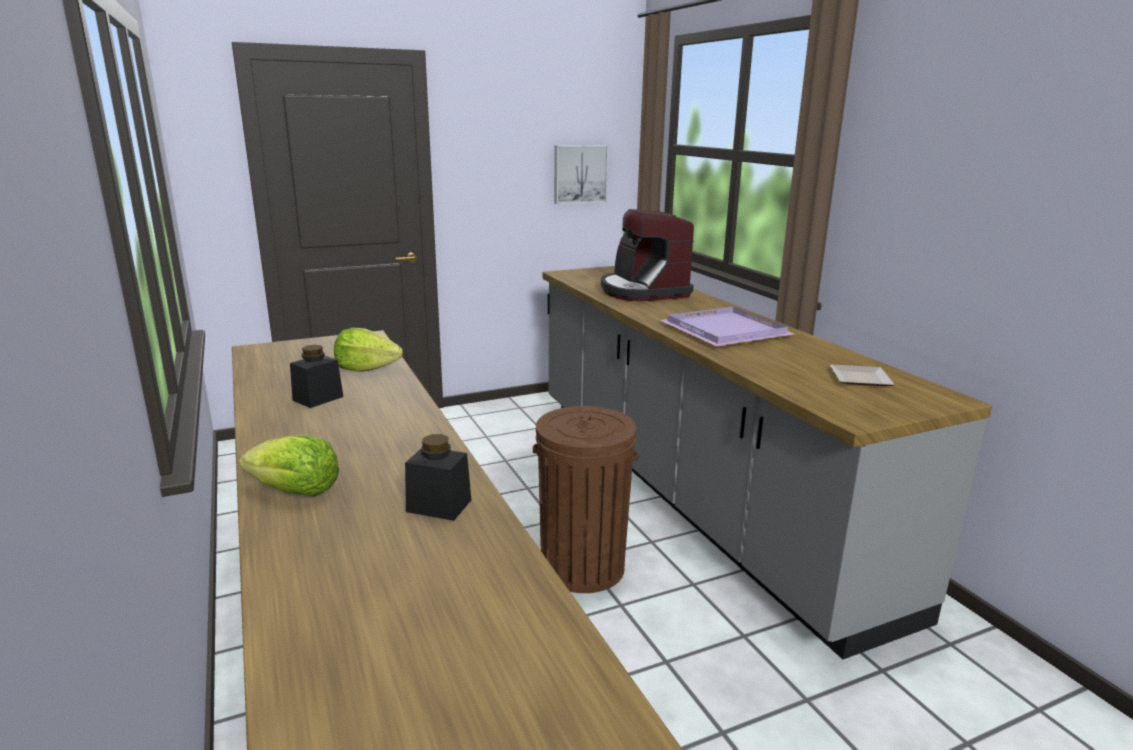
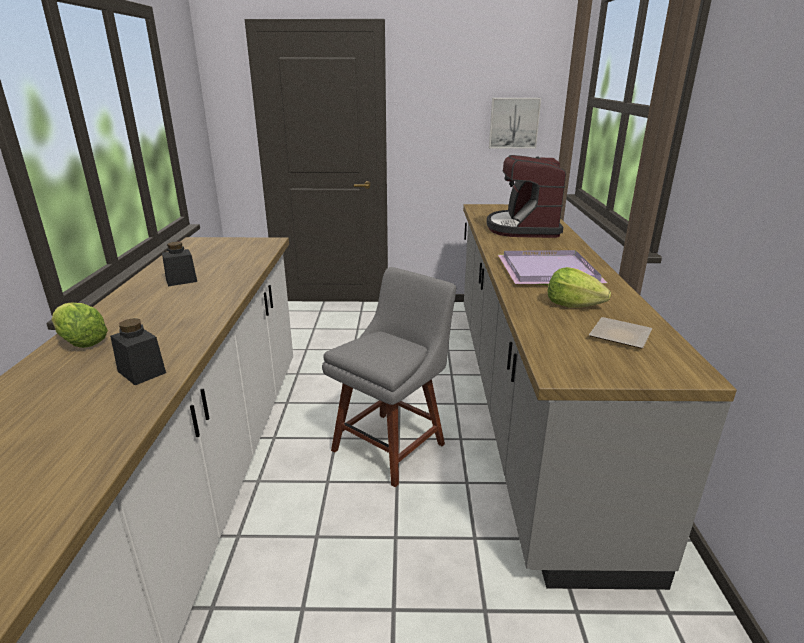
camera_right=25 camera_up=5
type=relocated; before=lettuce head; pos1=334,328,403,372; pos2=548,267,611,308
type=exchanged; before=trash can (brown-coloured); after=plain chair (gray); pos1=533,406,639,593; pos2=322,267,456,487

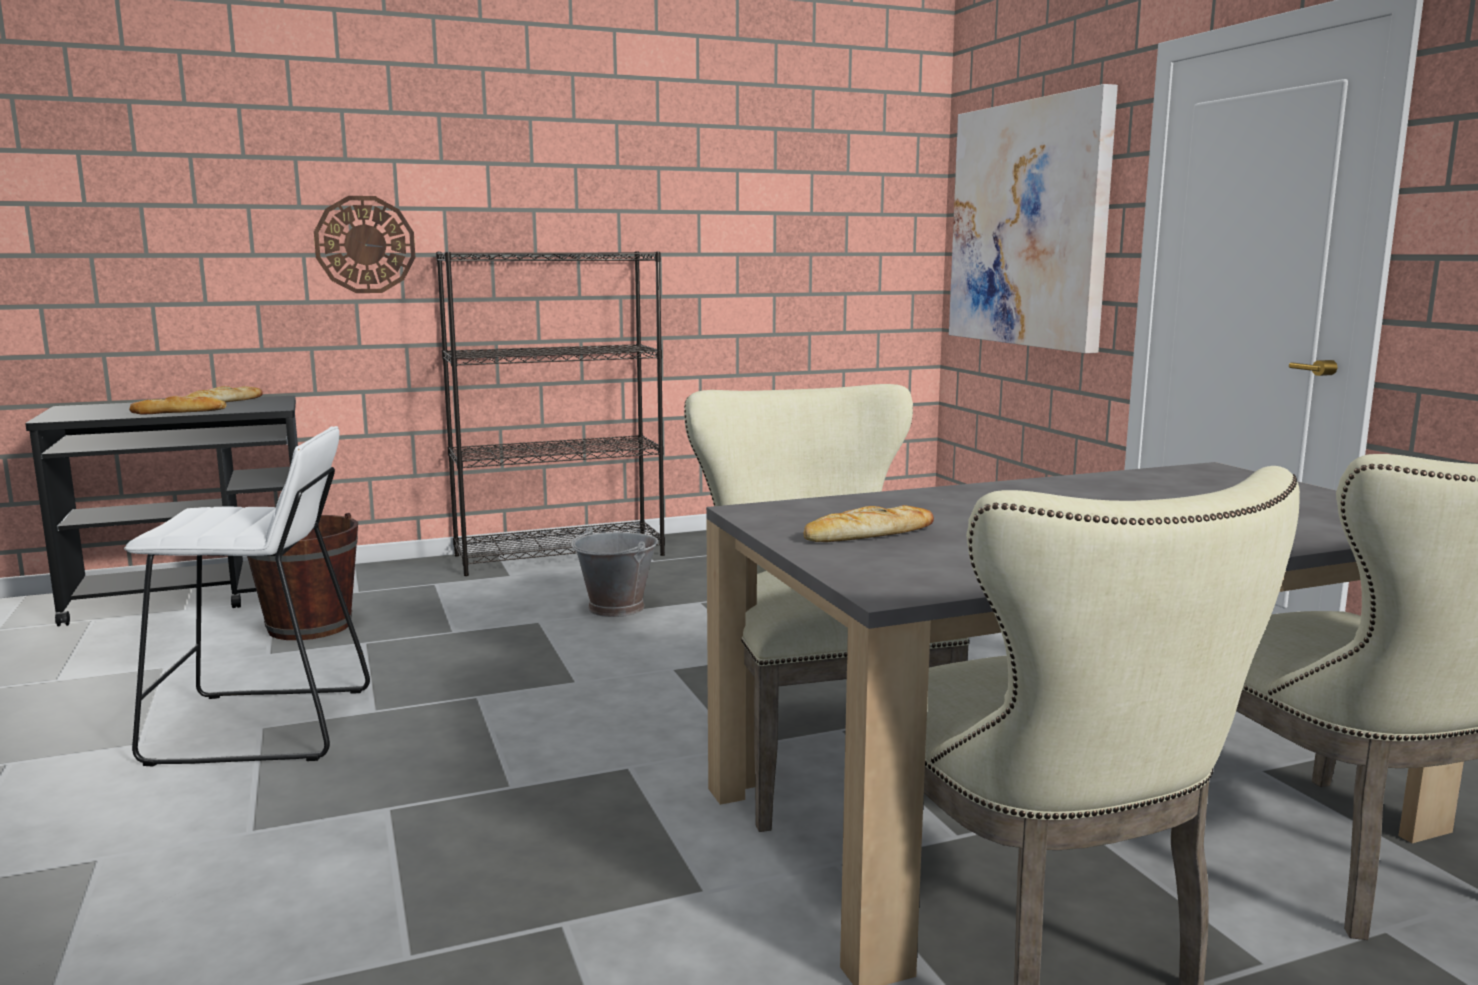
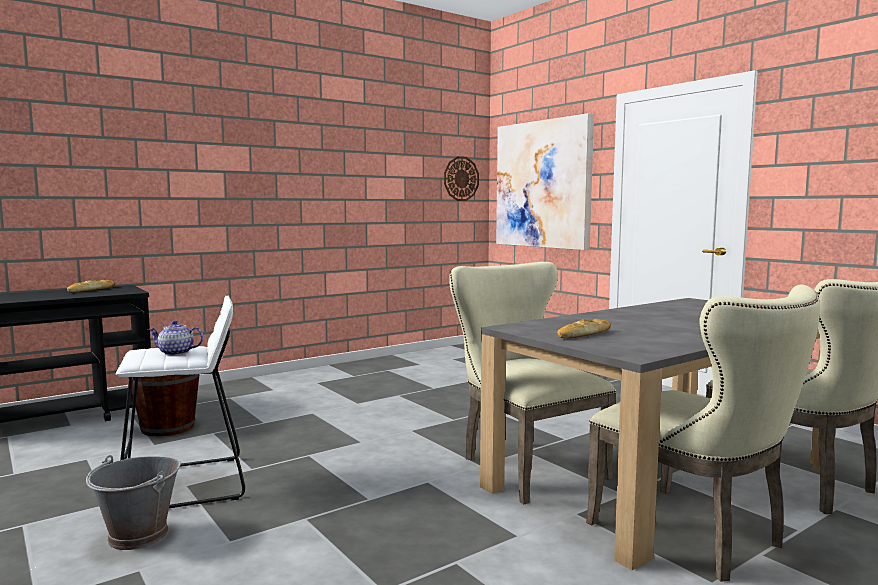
camera_right=-15 camera_up=-5
type=relocated; before=clock on the wall; pos1=314,196,416,293; pos2=444,156,479,201
type=missing; before=shelving unit (black-coloured); pos1=436,251,665,576
type=missing; before=bakery bread; pos1=129,396,226,414
type=relocated; before=pail (gray); pos1=571,527,658,617; pos2=86,455,181,550
type=appeared; after=pot for tea; pos2=148,321,203,356

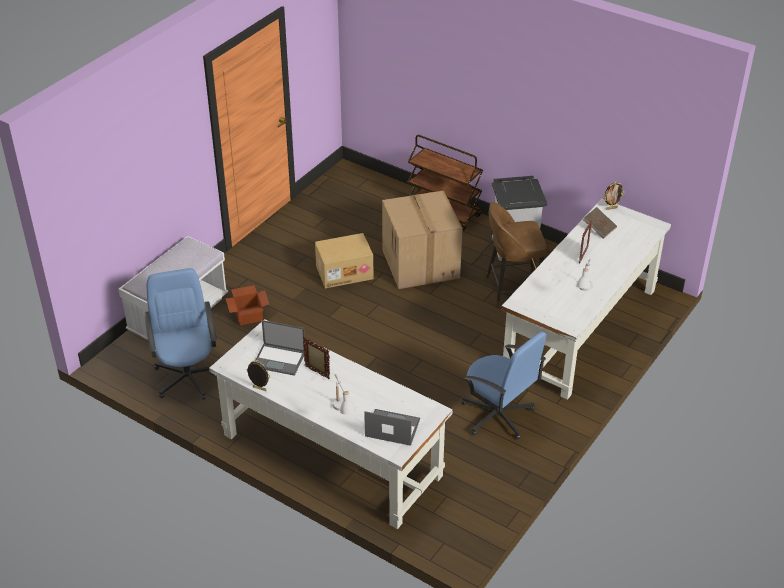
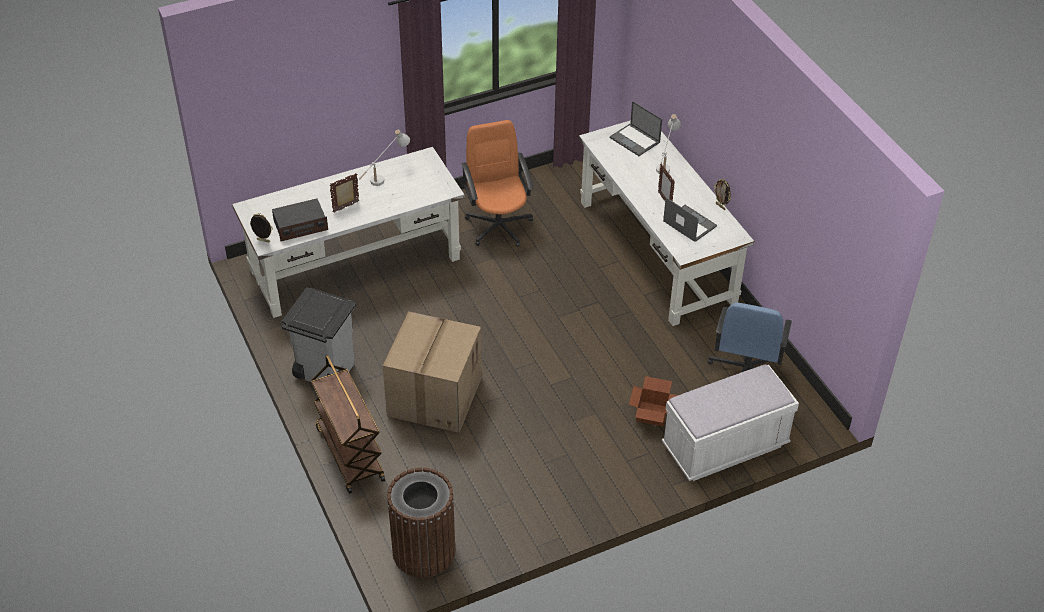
camera_right=-150 camera_up=5
type=missing; before=stool (brown-coloured); pos1=486,202,547,308
type=exchanged; before=bound book (brown-coloured); after=radio; pos1=583,207,617,239; pos2=272,198,328,241
type=missing; before=cardboard box; pos1=315,233,374,288
type=colour; before=desk chair (blue-coloured); after=desk chair (orange); pos1=462,332,546,439; pos2=461,120,534,247
type=appeared; after=trash can (brown-coloured); pos2=387,467,455,578

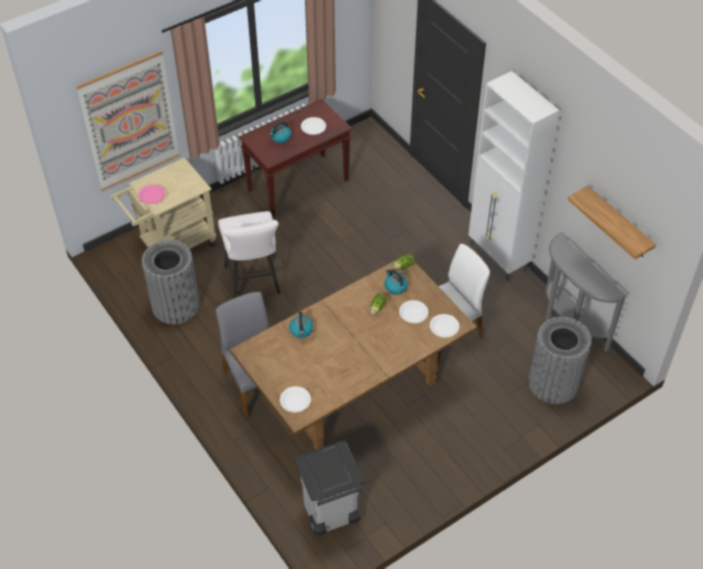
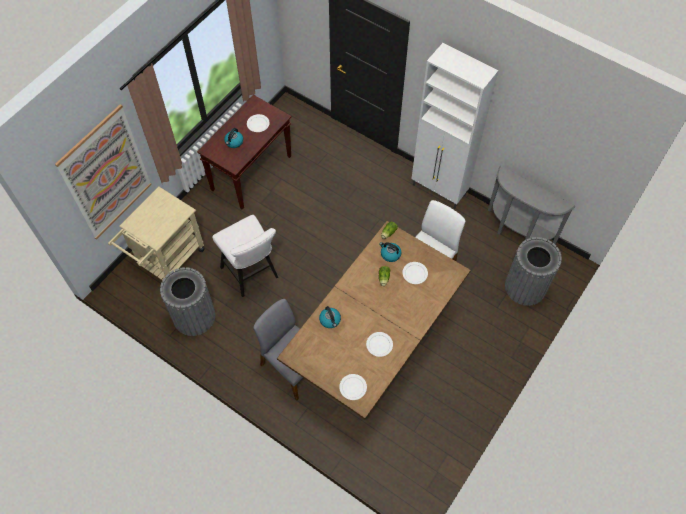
camera_right=-20 camera_up=10
type=missing; before=dinner plate (pink); pos1=138,184,165,204
type=missing; before=shelf; pos1=567,186,656,259
type=relocated; before=dinner plate (white-coloured); pos1=430,314,459,338; pos2=366,332,393,357
type=missing; before=trash can (gray); pos1=294,441,364,536

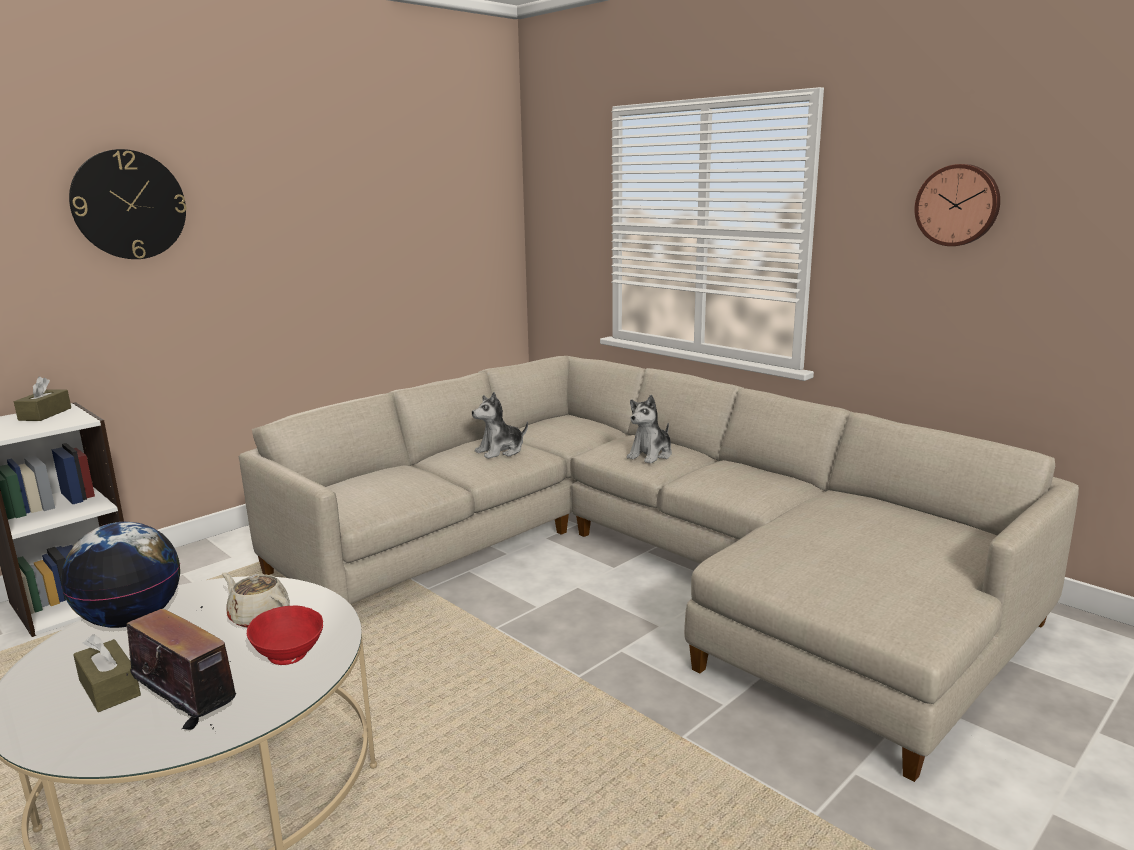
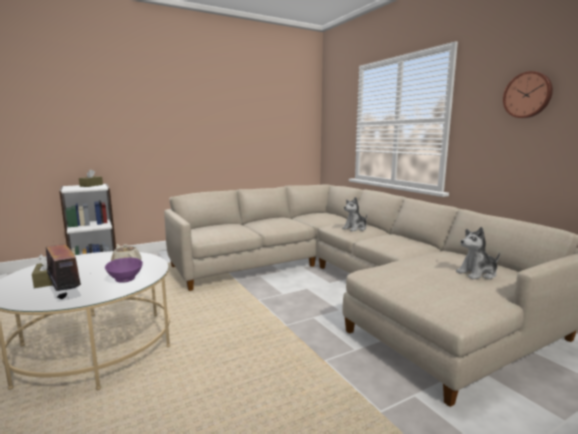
camera_right=15 camera_up=-5
type=missing; before=clock on the wall; pos1=69,149,186,259
type=relocated; before=plush toy; pos1=472,392,528,459; pos2=456,227,500,279
type=missing; before=globe; pos1=61,522,180,628
type=colour; before=deep dish (red); after=deep dish (purple); pos1=247,606,323,665; pos2=105,258,143,283

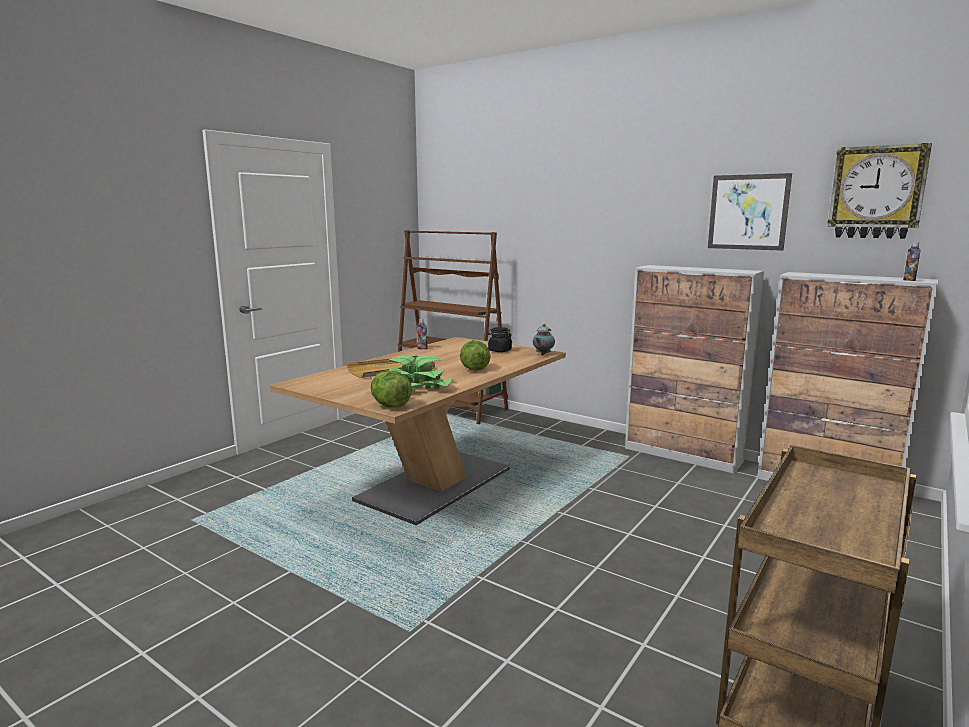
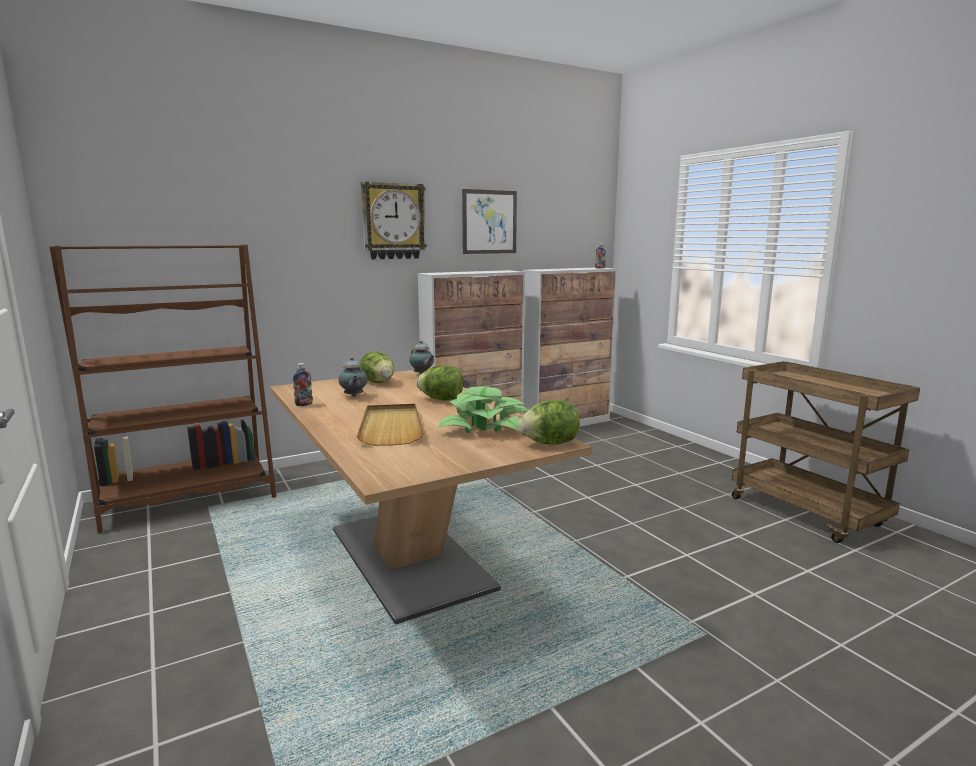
camera_right=-65 camera_up=0
type=relocated; before=clock on the wall; pos1=828,143,932,239; pos2=361,181,427,259
type=exchanged; before=storage jar (black-coloured); after=lettuce head; pos1=488,327,512,352; pos2=360,351,394,383
type=appeared; after=pot for tea; pos2=339,357,367,397

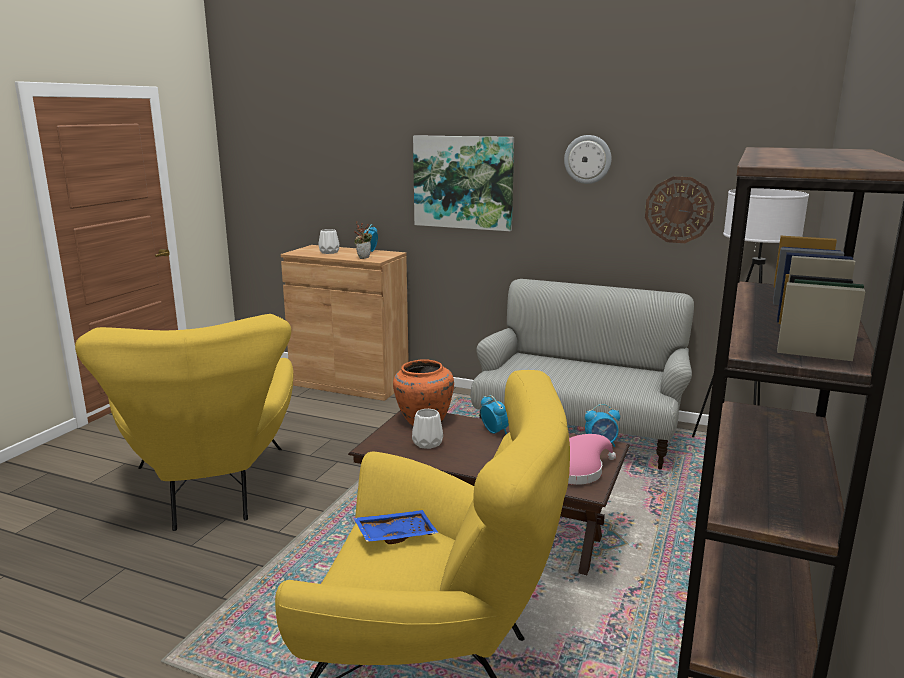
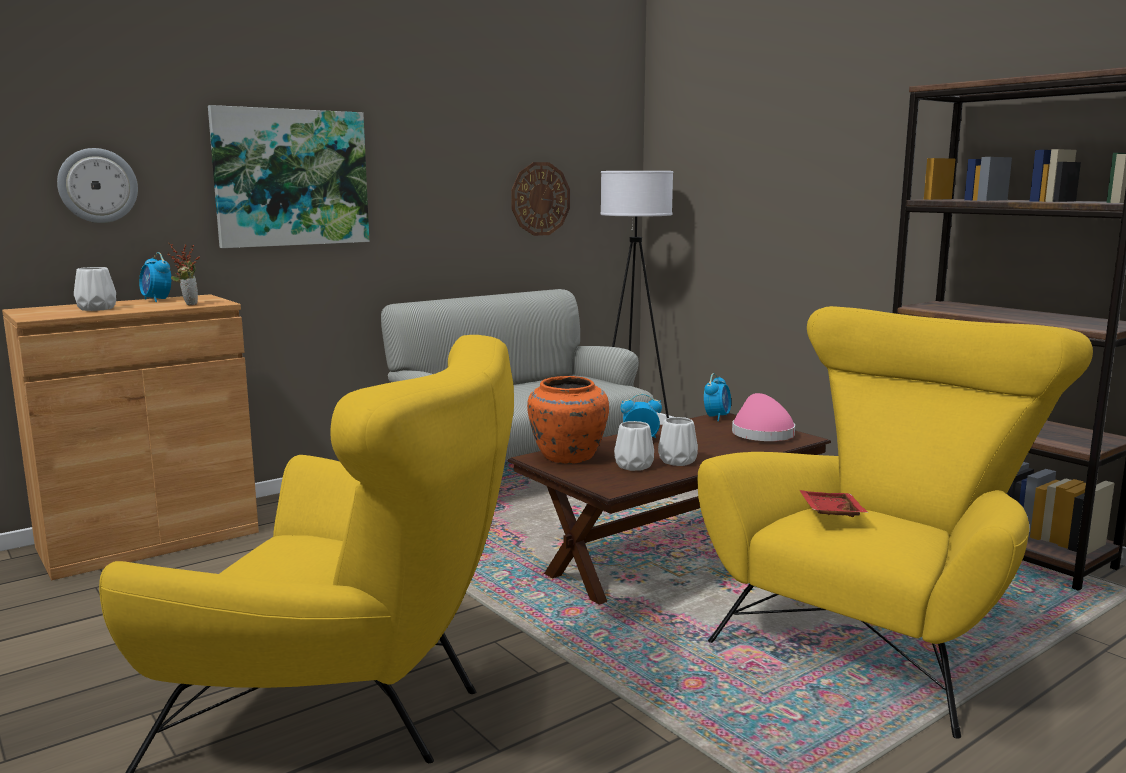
camera_right=-60 camera_up=-5
type=relocated; before=clock on the wall; pos1=564,135,612,184; pos2=57,148,138,223
type=colour; before=serving tray (blue-coloured); after=serving tray (red); pos1=354,510,438,544; pos2=800,490,869,517
type=appeared; after=decorative vase (white-coloured); pos2=658,417,698,466

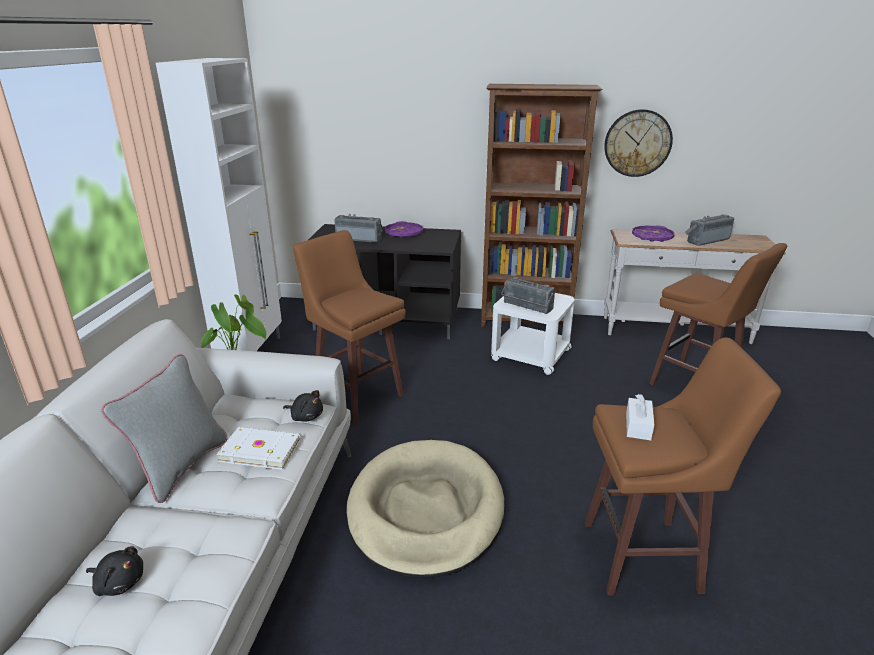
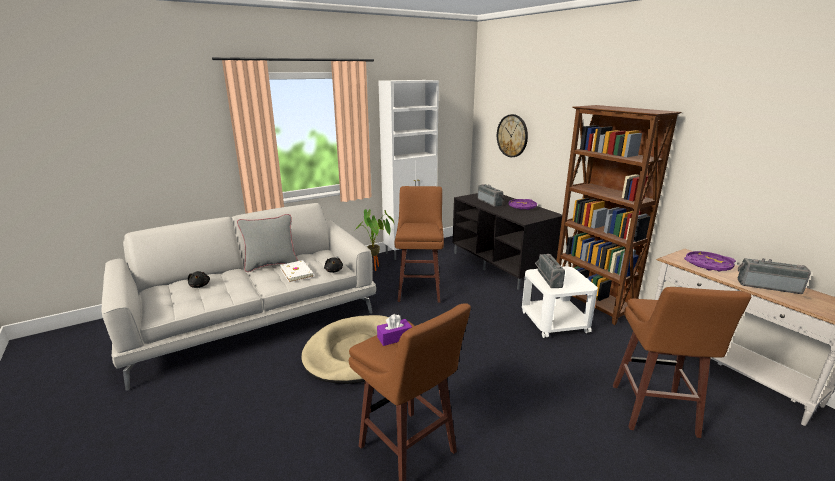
camera_right=50 camera_up=-5
type=relocated; before=clock on the wall; pos1=604,109,673,177; pos2=497,114,528,157
type=colour; before=tissue box (white-coloured); after=tissue box (purple); pos1=626,394,654,441; pos2=377,314,412,346

